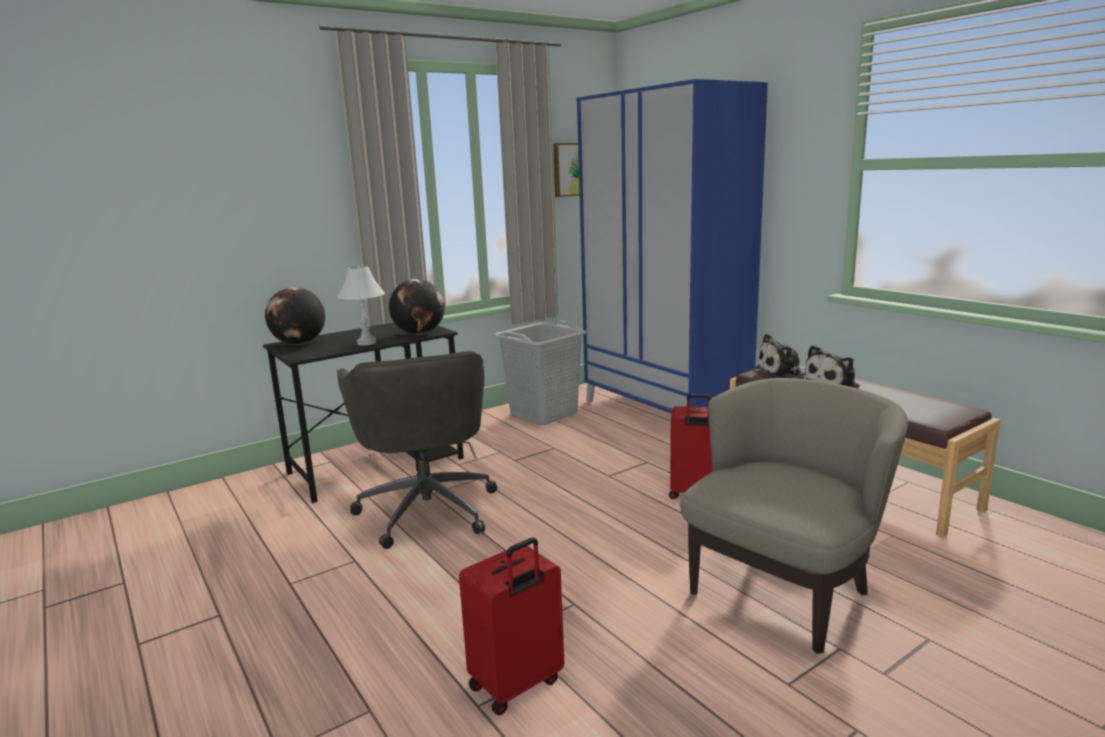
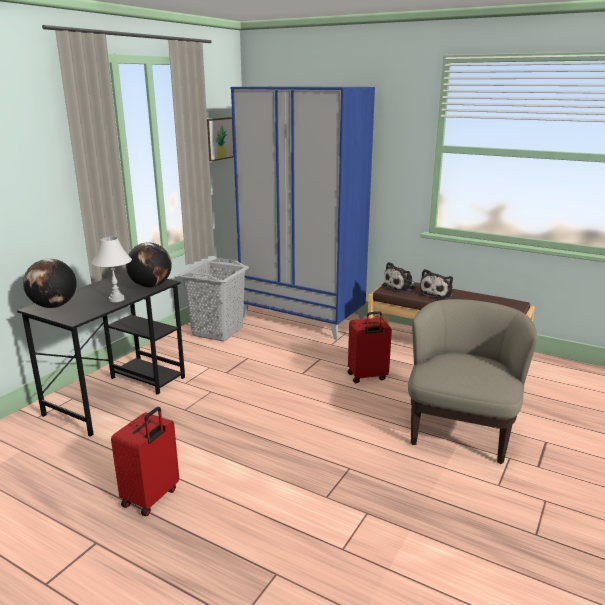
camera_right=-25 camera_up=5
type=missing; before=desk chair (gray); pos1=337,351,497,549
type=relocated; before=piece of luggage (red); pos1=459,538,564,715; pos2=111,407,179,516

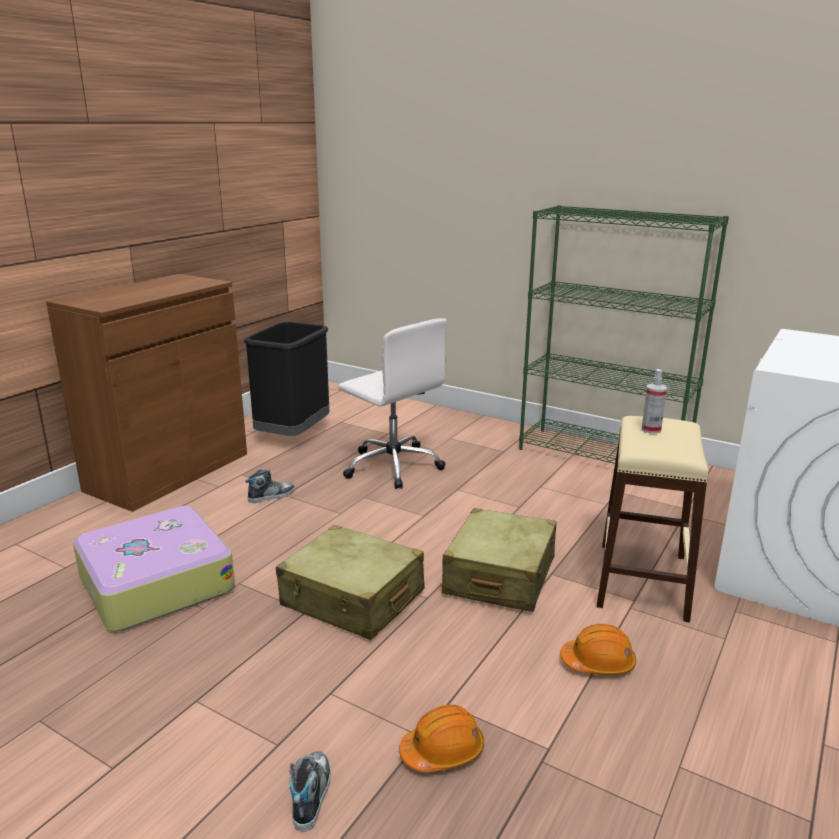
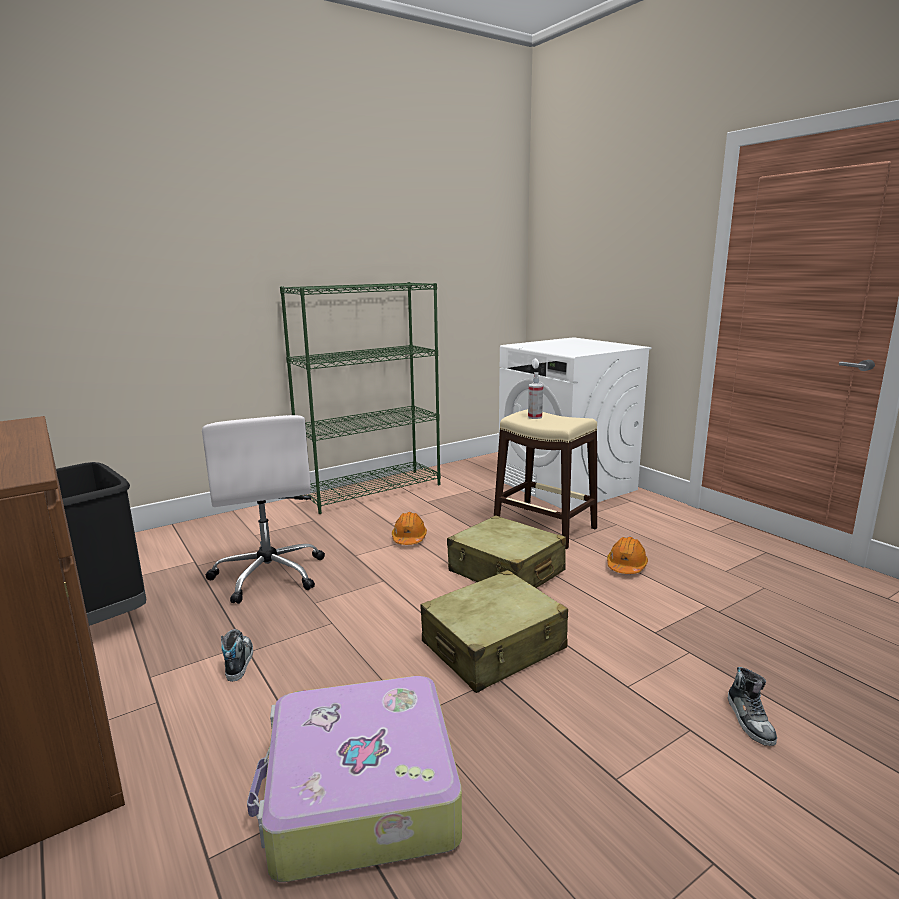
camera_right=-65 camera_up=-5
type=spun; before=desk chair (white-coloured); pos1=338,318,447,489; pos2=202,415,325,604; turn=90
type=relocated; before=safety helmet (orange); pos1=399,705,484,772; pos2=392,512,427,545
type=spun; before=low shoe; pos1=290,751,331,832; pos2=728,667,777,746; turn=-120

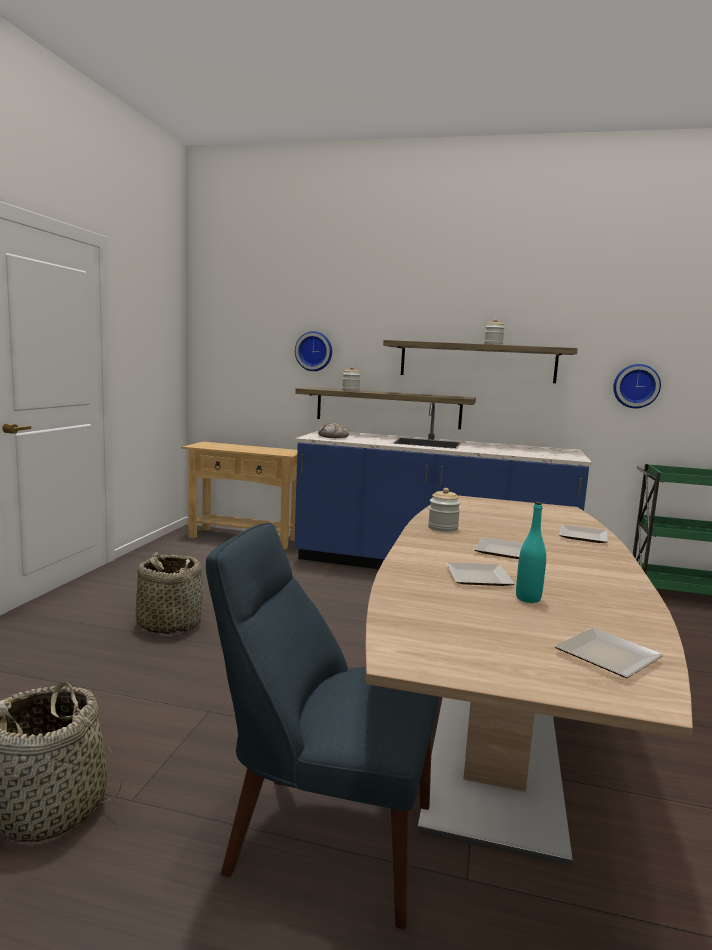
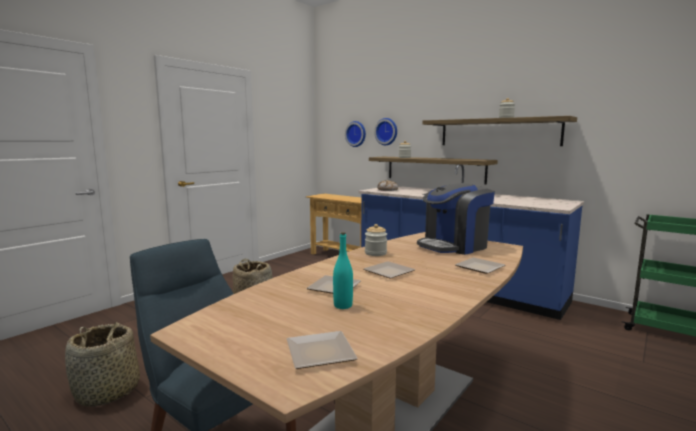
camera_right=25 camera_up=0
type=relocated; before=clock on the wall; pos1=613,364,661,408; pos2=345,121,366,147
type=appeared; after=coffee maker; pos2=417,183,495,255

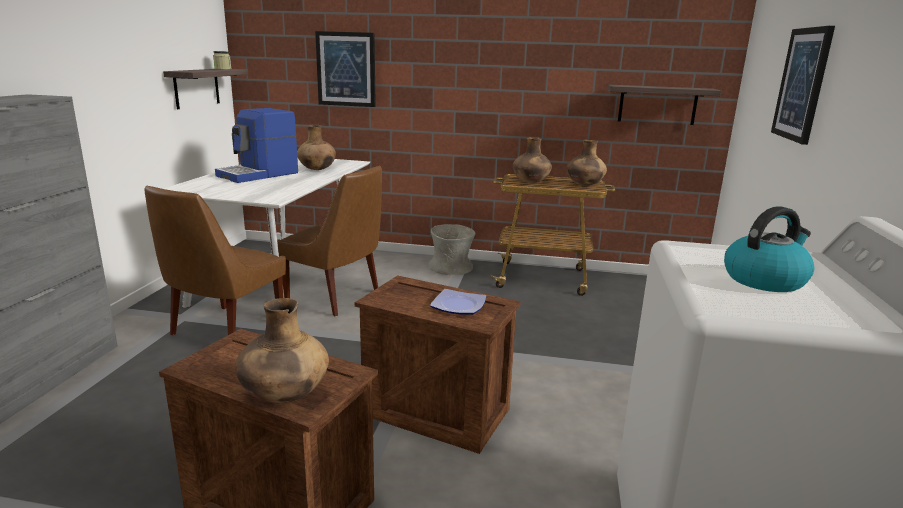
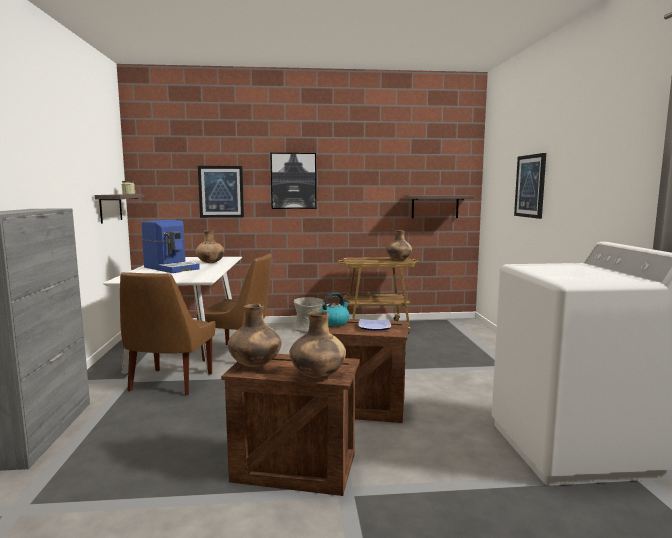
camera_right=-15 camera_up=-10
type=spun; before=coffee maker; pos1=215,108,298,183; pos2=141,220,200,273; turn=-75
type=relocated; before=decorative vase (brown-coloured); pos1=513,137,552,183; pos2=228,304,282,367
type=relocated; before=kettle; pos1=724,206,815,292; pos2=319,292,350,326
type=appeared; after=picture; pos2=270,153,316,209

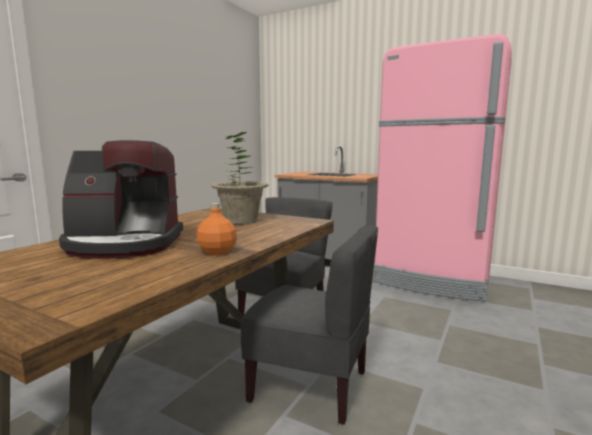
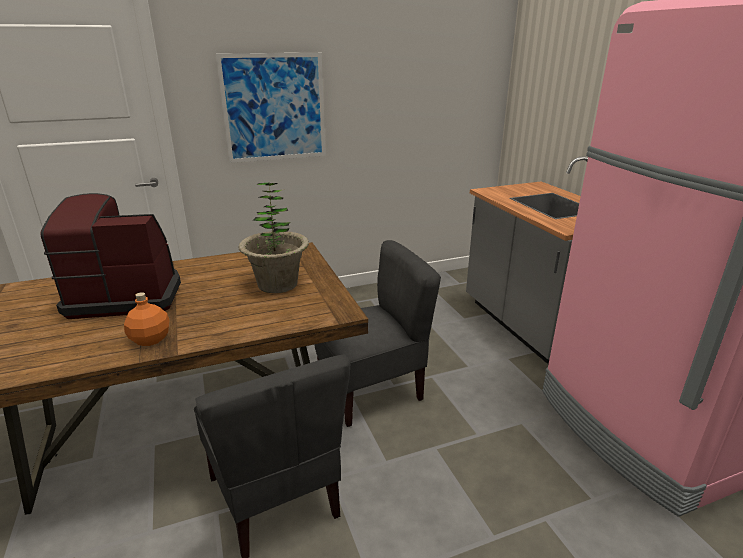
camera_right=40 camera_up=15
type=spun; before=coffee maker; pos1=59,140,183,259; pos2=40,193,181,319; turn=135
type=appeared; after=picture; pos2=216,53,326,163

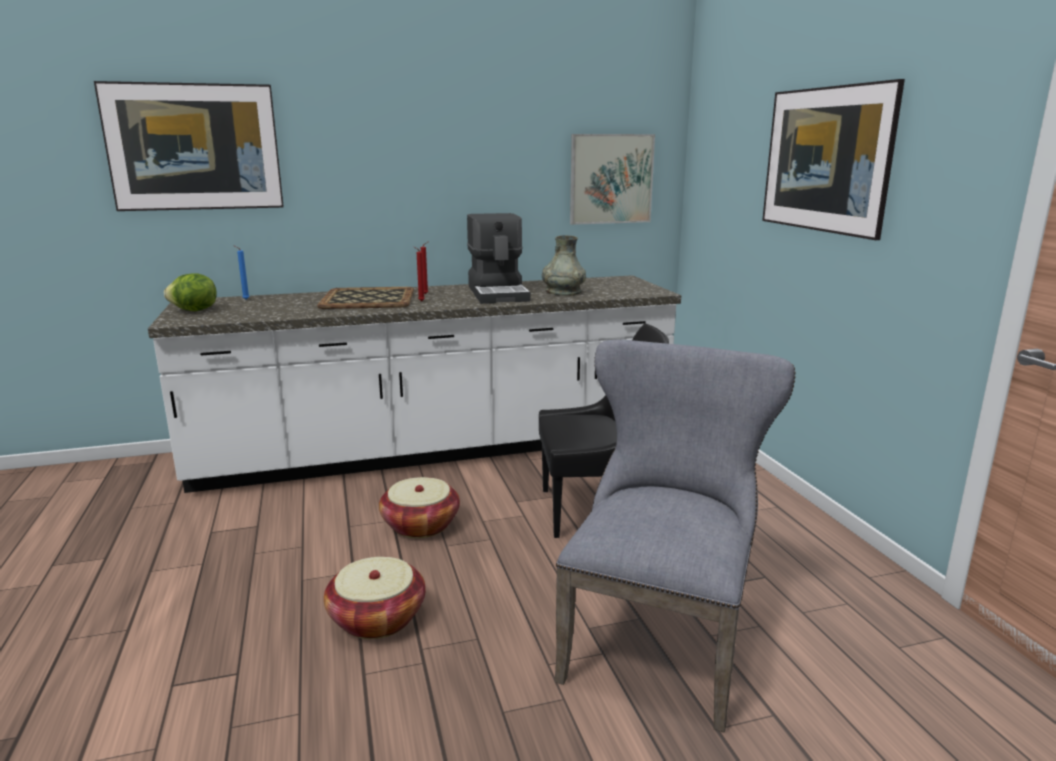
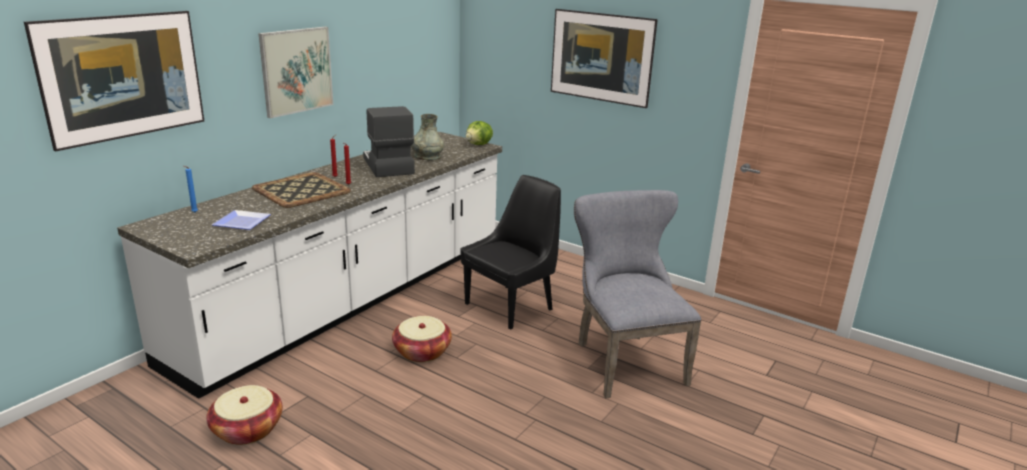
camera_right=-40 camera_up=5
type=relocated; before=picture; pos1=570,134,655,225; pos2=258,27,333,118
type=spun; before=coffee maker; pos1=467,213,530,304; pos2=363,106,415,177; turn=-150
type=relocated; before=lettuce head; pos1=164,273,217,311; pos2=466,121,493,145
type=relocated; before=basket; pos1=324,557,426,639; pos2=206,385,283,445
type=appeared; after=dinner plate; pos2=212,210,271,230

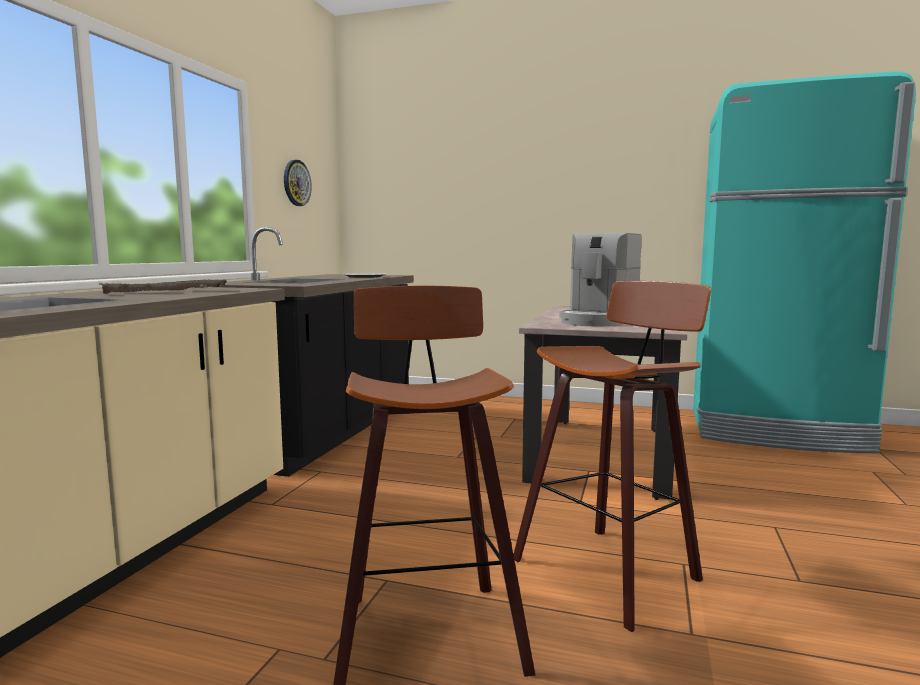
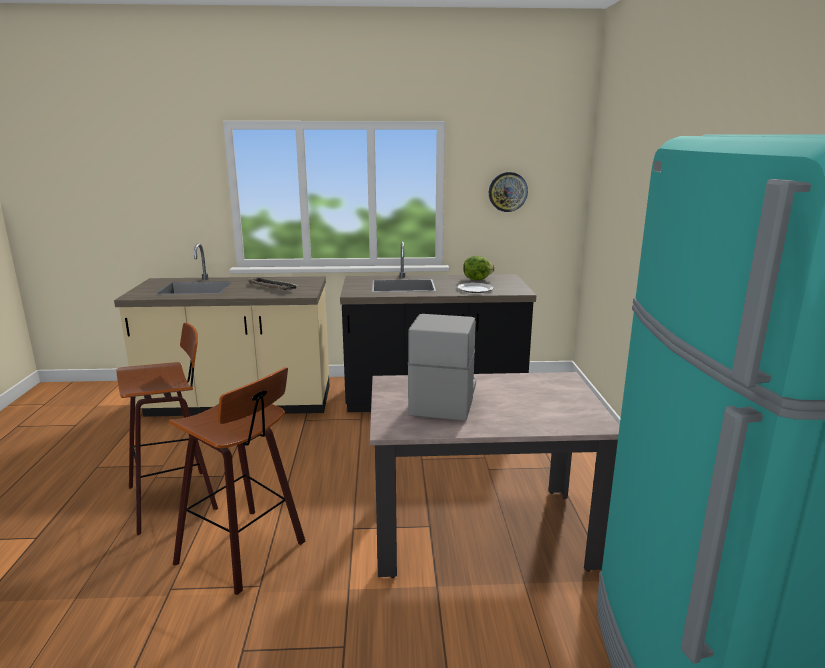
camera_right=70 camera_up=10
type=spun; before=coffee maker; pos1=559,233,642,326; pos2=407,314,476,421; turn=90
type=appeared; after=lettuce head; pos2=463,256,495,280

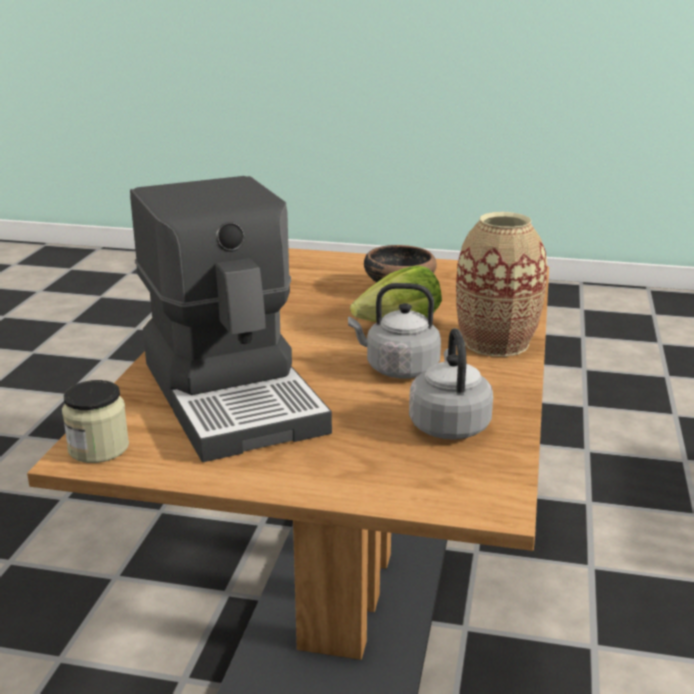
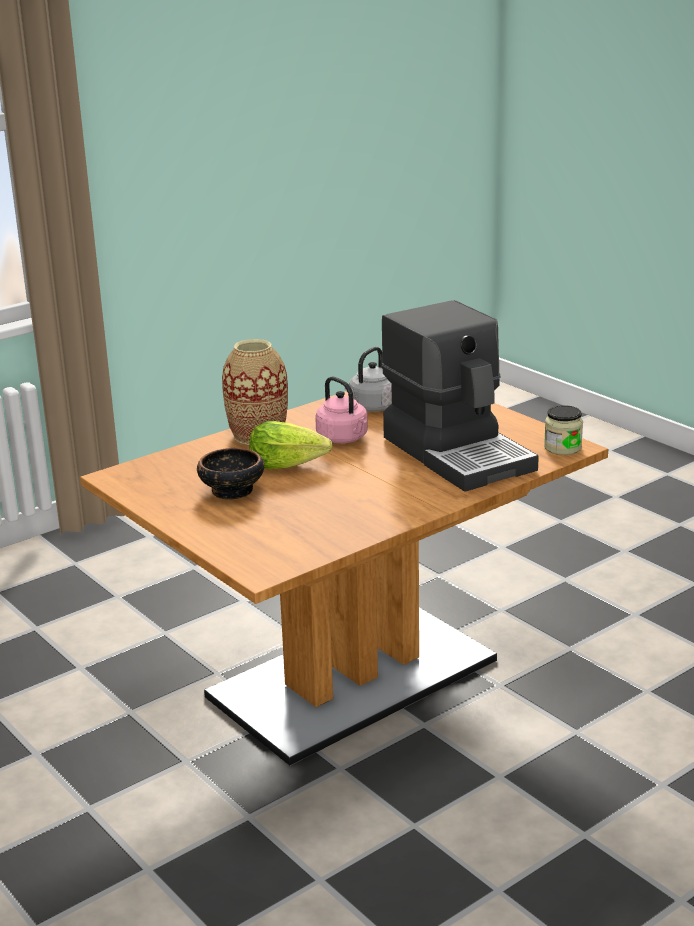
camera_right=-140 camera_up=0
type=spun; before=coffee maker; pos1=130,176,332,462; pos2=382,300,539,492; turn=135
type=colour; before=kettle (gray); after=kettle (pink); pos1=348,283,441,379; pos2=315,376,368,443

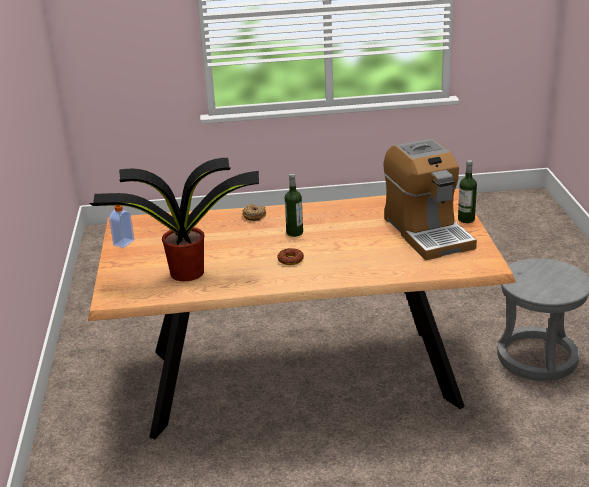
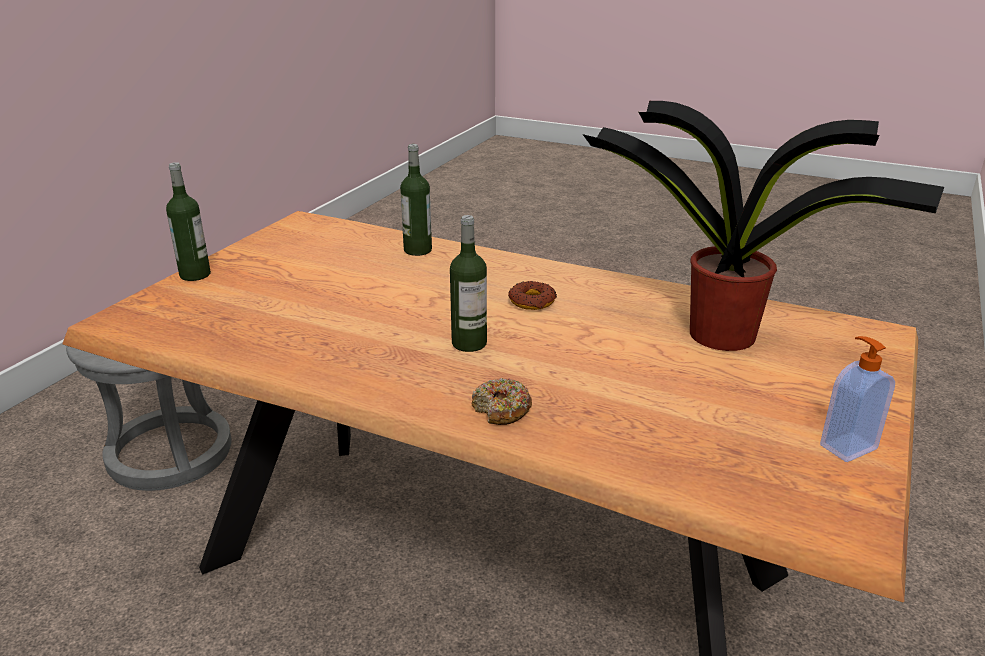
camera_right=-150 camera_up=0
type=missing; before=coffee maker; pos1=384,139,477,260
type=appeared; after=beverage bottle; pos2=400,144,432,256

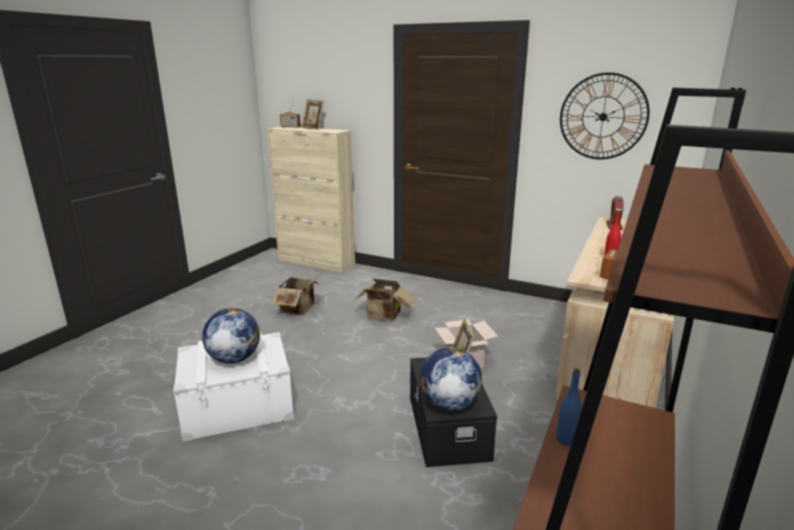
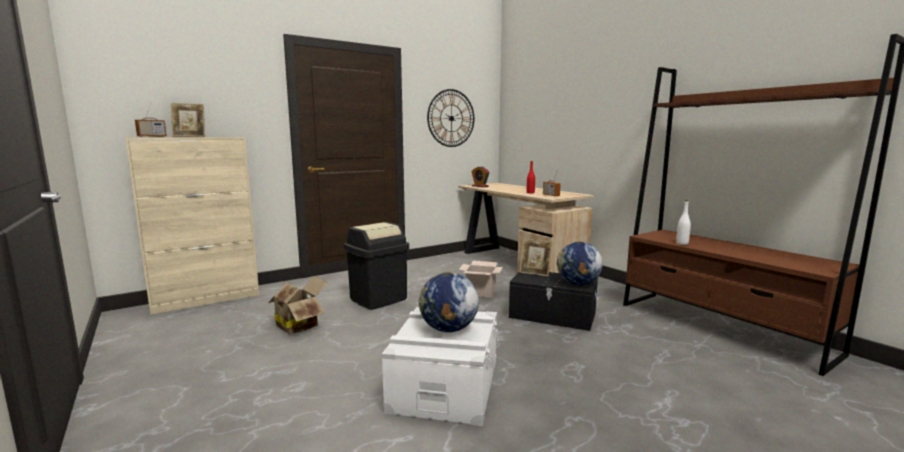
camera_right=-60 camera_up=-10
type=exchanged; before=cardboard box; after=trash can (black-coloured); pos1=354,278,415,322; pos2=344,222,409,310
type=colour; before=beverage bottle (blue-coloured); after=beverage bottle (white-coloured); pos1=557,368,582,446; pos2=676,200,691,245

